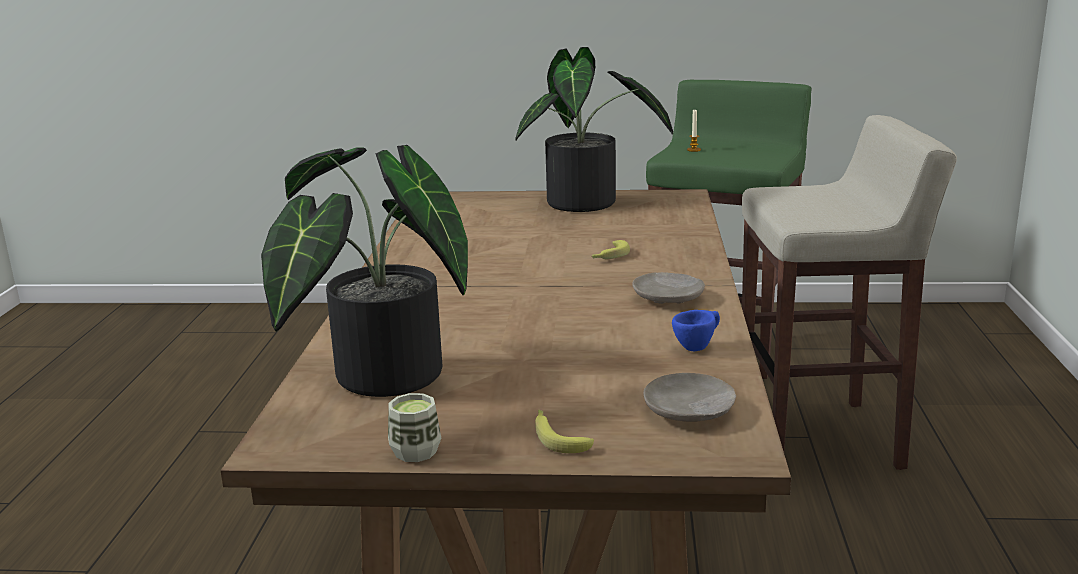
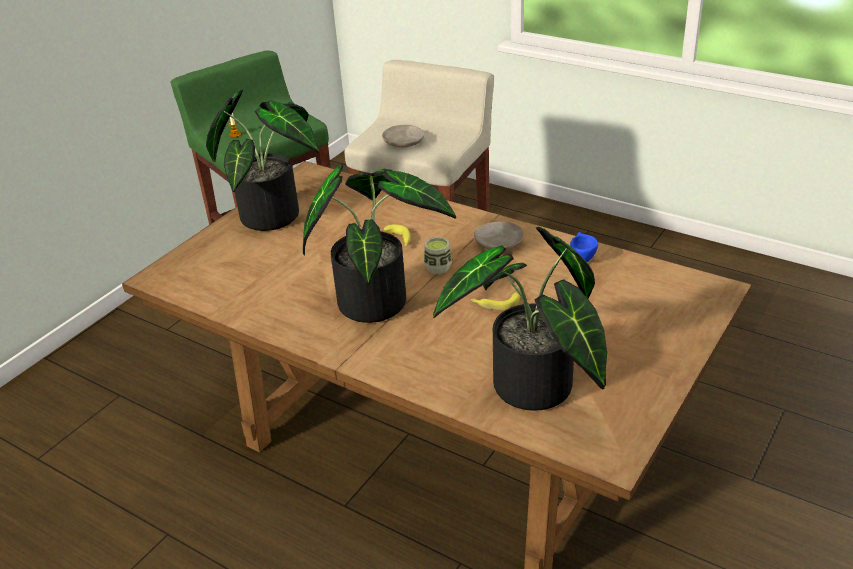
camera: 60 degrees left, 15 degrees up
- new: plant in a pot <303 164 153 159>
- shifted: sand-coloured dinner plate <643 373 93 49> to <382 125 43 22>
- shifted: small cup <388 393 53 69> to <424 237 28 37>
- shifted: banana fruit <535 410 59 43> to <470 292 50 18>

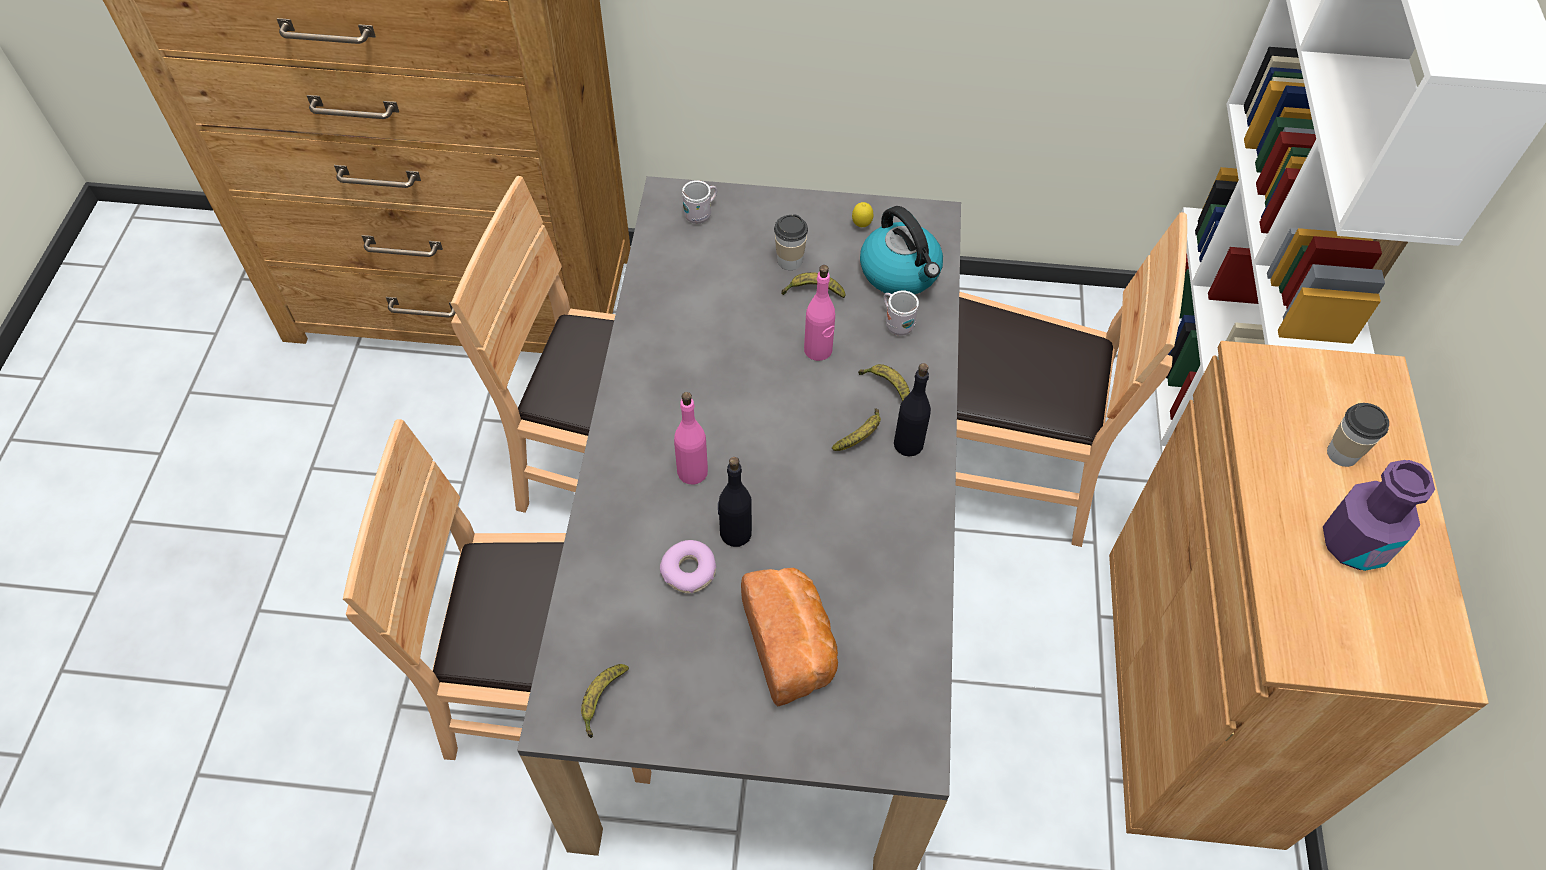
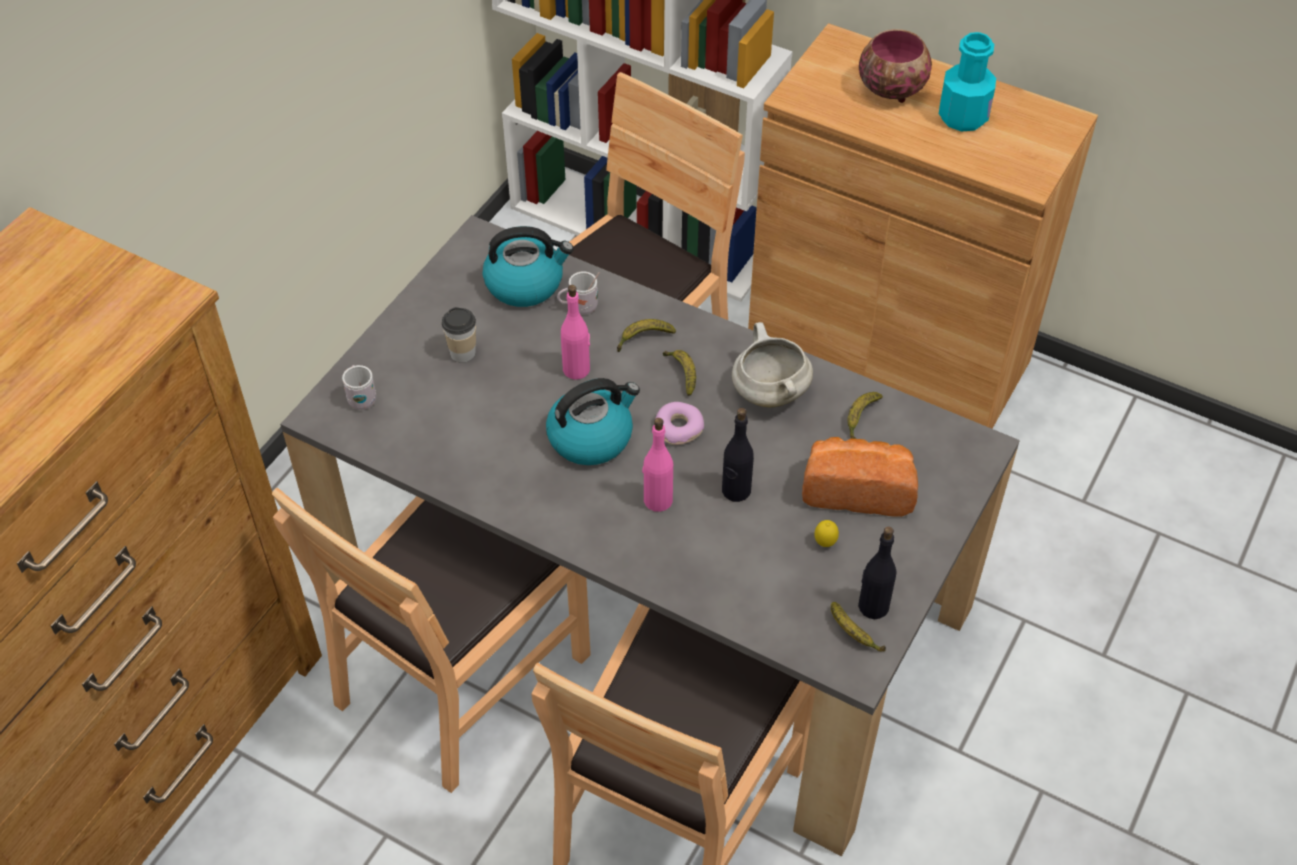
camera: 65 degrees left, 5 degrees down
- new: water kettle <546 378 94 87>
- shifted: ring doughnut <660 540 56 53> to <655 402 49 43>
- new: white-coloured saucepot <732 322 81 86>
- shifted: whole lemon <852 202 21 25> to <814 520 25 27>
- shifted: banana fruit <781 272 64 26> to <847 392 36 47>
- shifted: blackish beverage bottle <894 363 37 94> to <858 527 39 92>
- swapped: small cup <1327 403 62 64> to serving bowl <859 29 73 74>
- repainted: purple beverage bottle <1323 460 112 111> to turquoise-coloured beverage bottle <939 32 57 99>

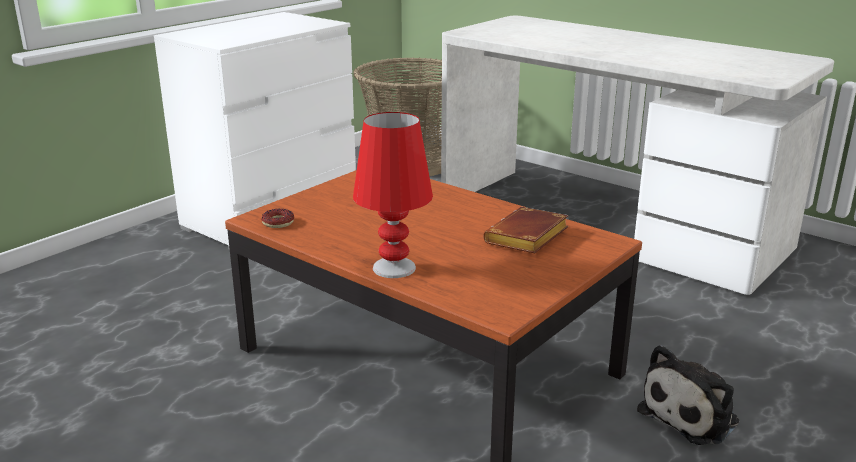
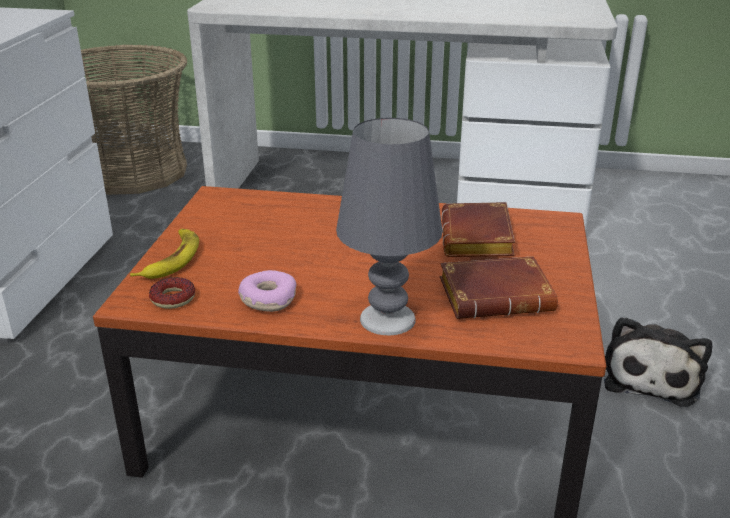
camera: 30 degrees left, 5 degrees up
- new: banana fruit <130 229 69 50>
- new: ring doughnut <238 270 58 42>
- repainted: red-coloured tabletop lamp <353 112 80 166> to grey tabletop lamp <336 118 106 217>
- new: brown volume <440 256 118 63>

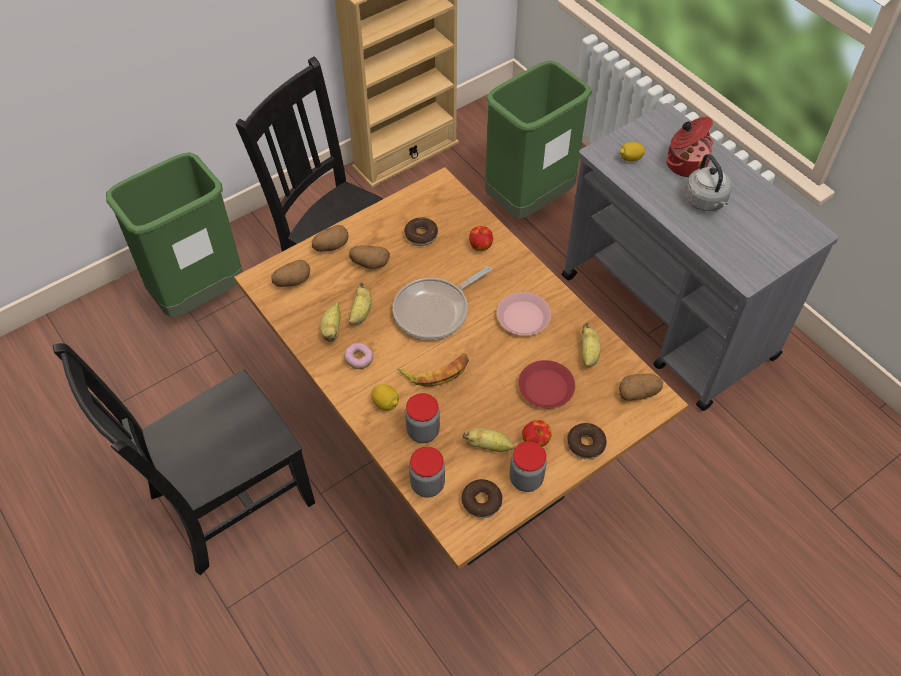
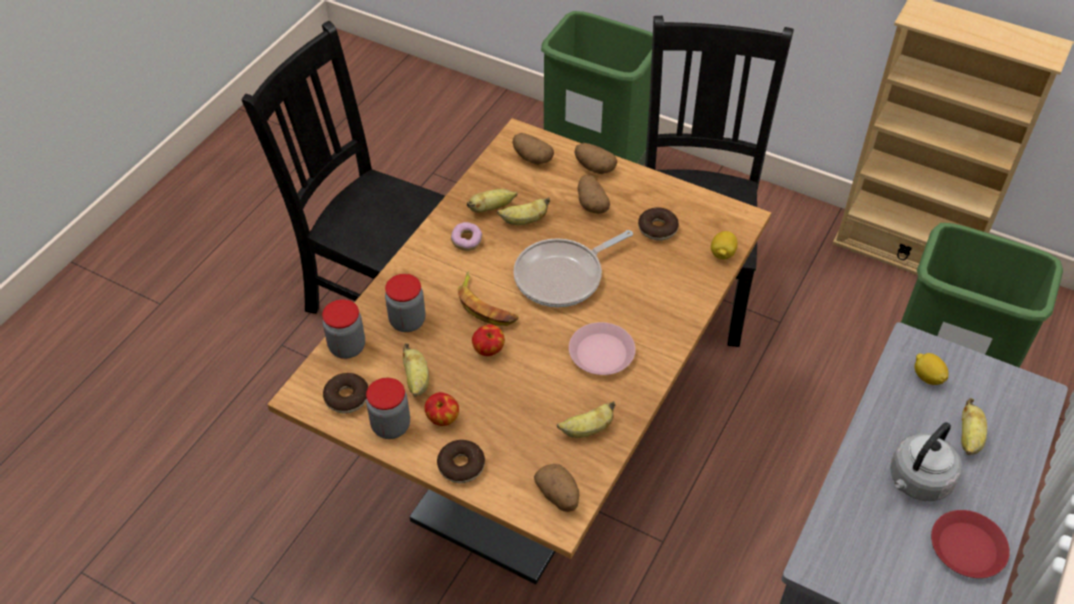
camera: 65 degrees right, 5 degrees down
- shifted: whole apple <469 226 24 25> to <472 324 33 32>
- rotated: pan <393 266 99 74> = <514 230 119 77> 60 degrees counterclockwise
- shifted: whole lemon <371 384 28 27> to <711 231 27 29>
- shifted: red-coloured dinner plate <518 360 57 48> to <931 510 79 68>
- swapped: saucepot <666 117 47 60> to banana fruit <961 398 26 57>

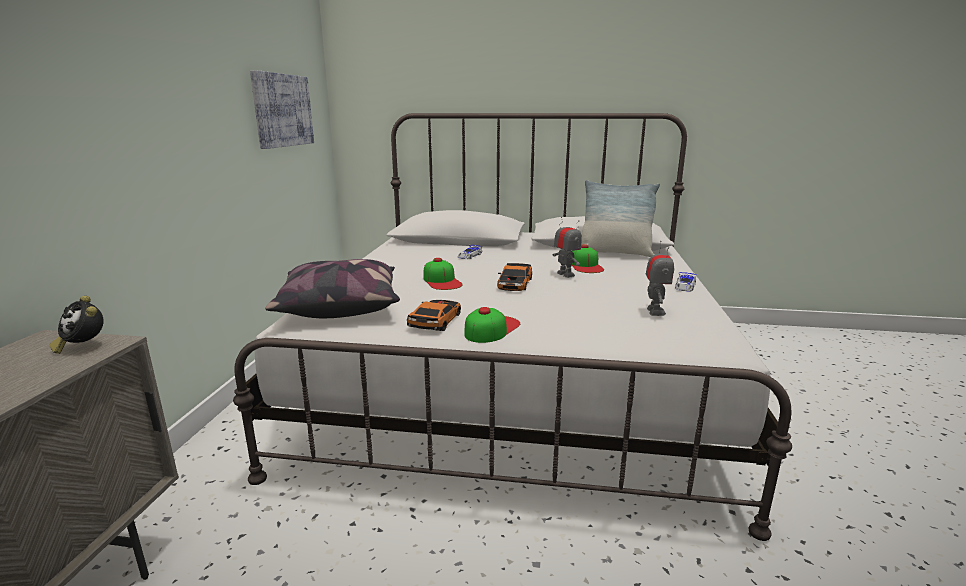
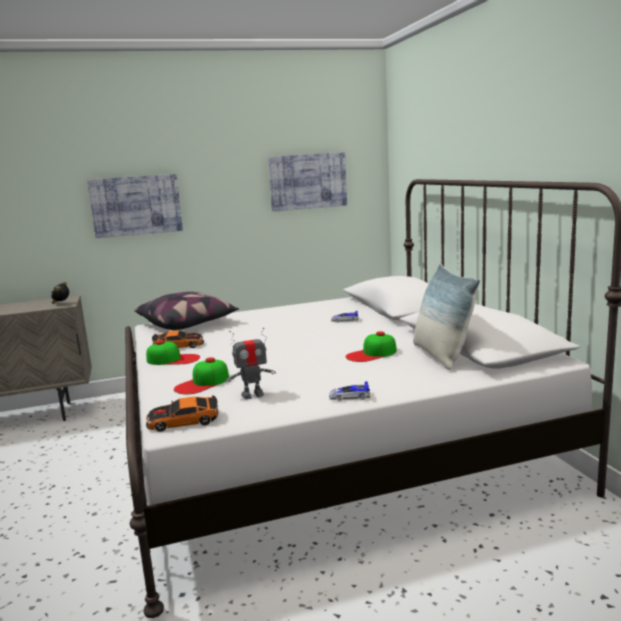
camera: 65 degrees right, 5 degrees down
- new: wall art <87 174 96 64>
- shifted: miniature car <497 263 35 28> to <146 395 72 37>
- shifted: peaked cap <423 258 40 32> to <174 357 55 37>
- gone: toy robot <553 217 29 61>

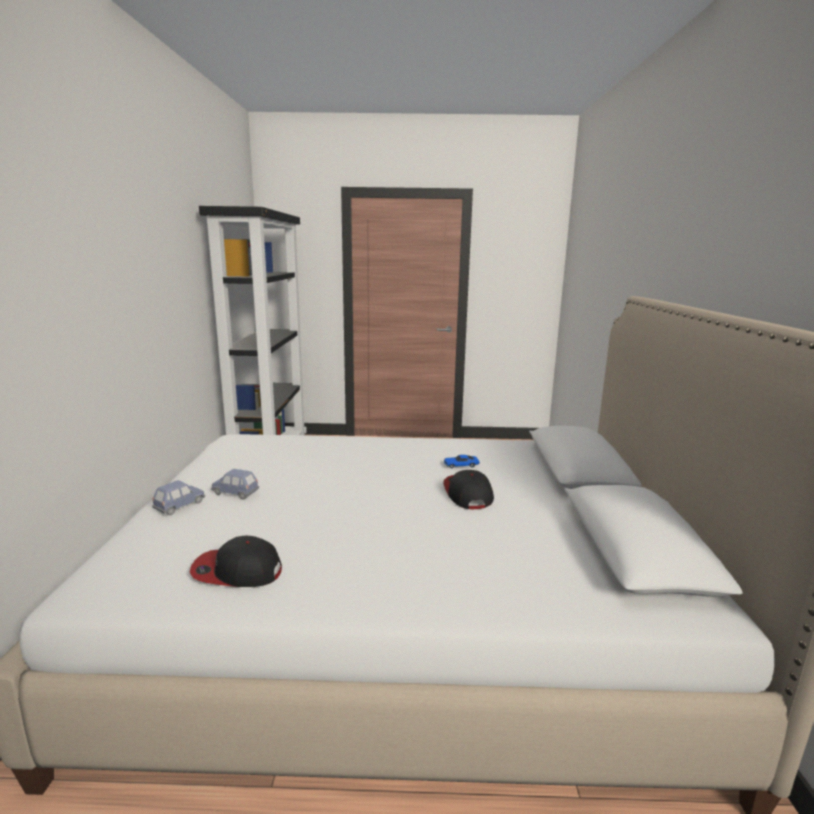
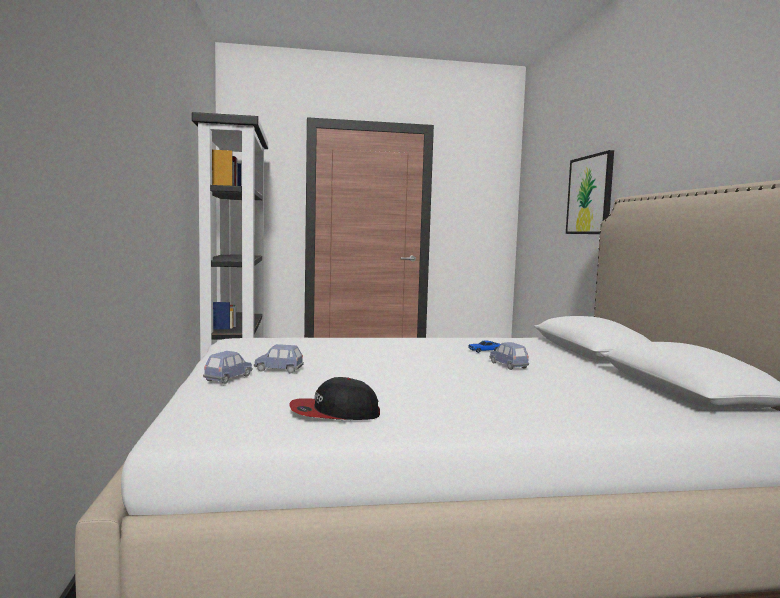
camera: 10 degrees left, 10 degrees down
- swapped: peaked cap <443 470 51 39> to bluish miniature car <489 342 40 28>
- new: wall art <566 150 48 84>

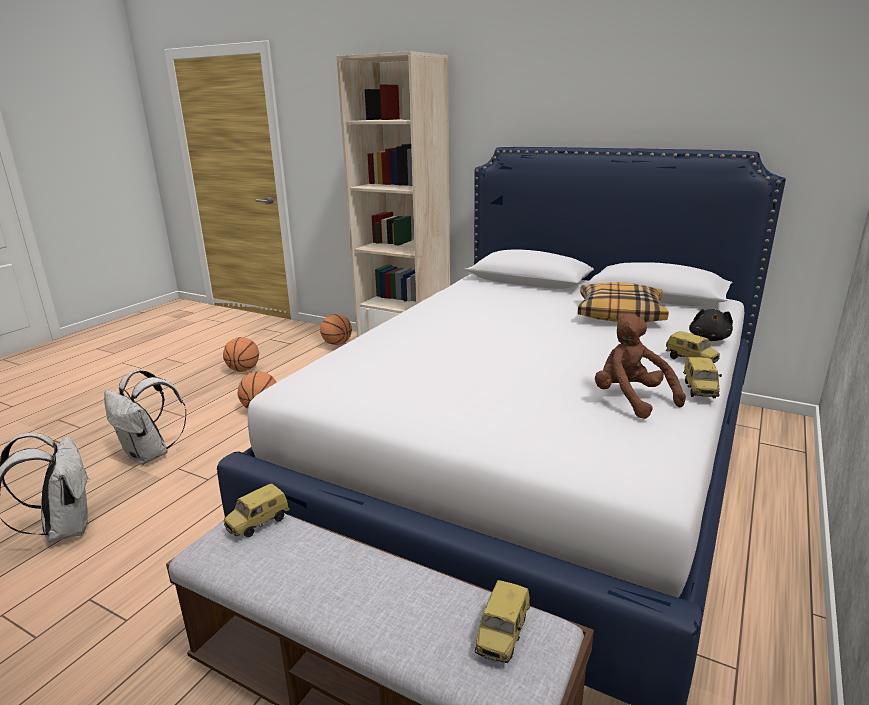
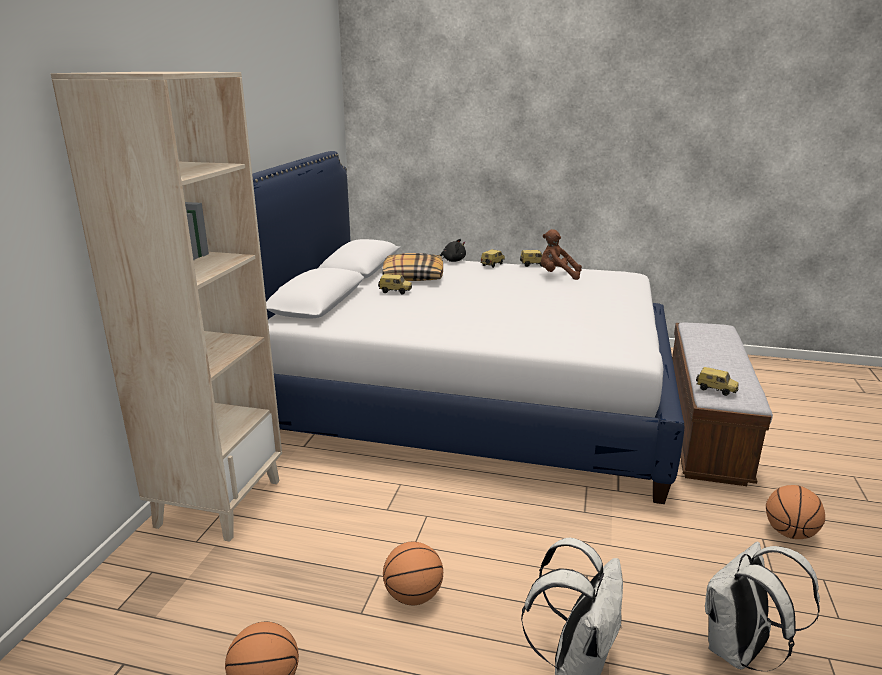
camera: 105 degrees left, 0 degrees up
- shifted: miniature car <475 580 55 83> to <378 274 34 20>
- rotated: brown cuddly toy <595 314 91 105> = <541 229 41 51> 60 degrees clockwise
- shifted: basketball ball <320 314 32 31> to <766 485 59 54>

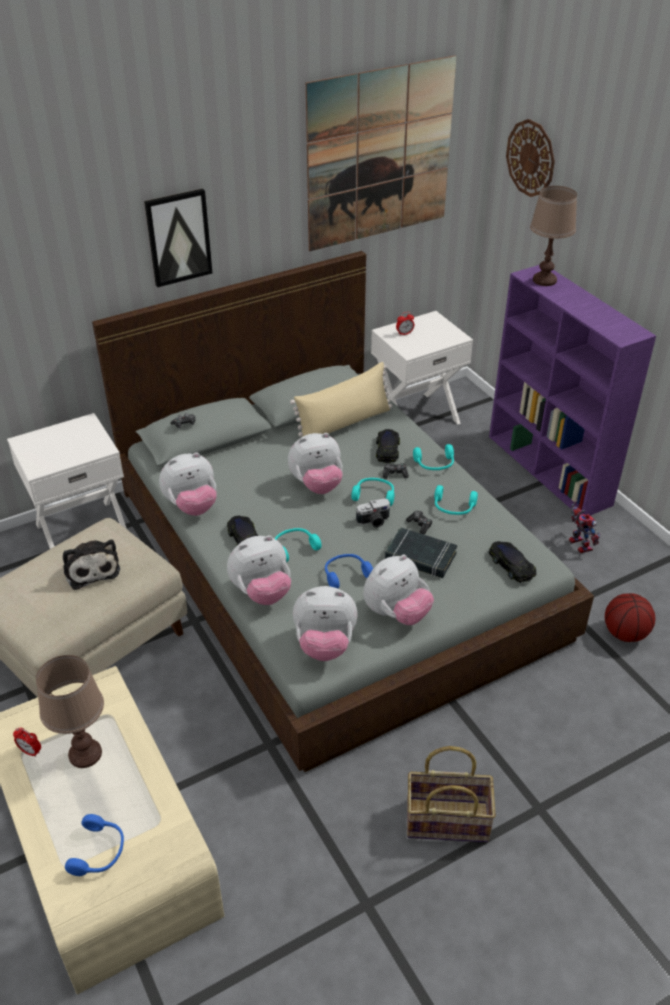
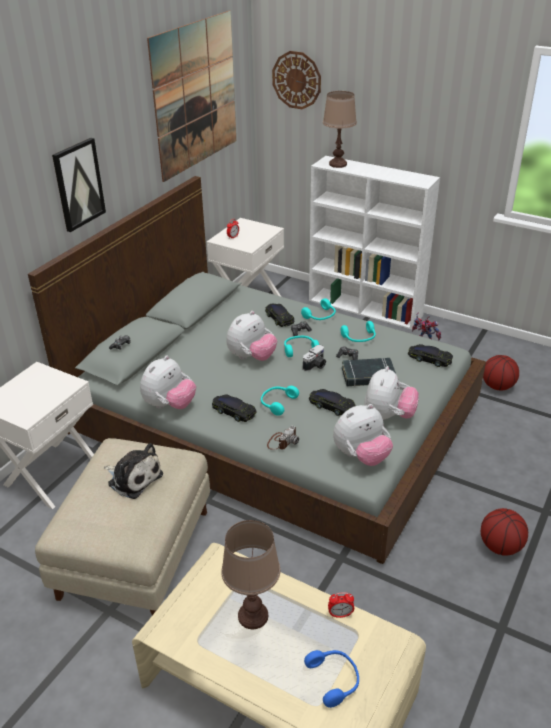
camera: 30 degrees left, 5 degrees down
- swapped: cuddly toy <227 535 64 70> to still camera <267 426 32 24>
- repainted: purple bookcase <489 265 167 251> to white-coloured bookcase <309 156 131 174>
- swapped: bluish headphones <325 554 48 35> to blackish miniature car <309 389 46 27>
- shifted: alarm clock <13 728 28 29> to <328 592 26 26>
- swapped: storage basket <407 746 89 96> to basketball ball <481 508 47 48>
- gone: sand-coloured throw pillow <290 362 102 75>

